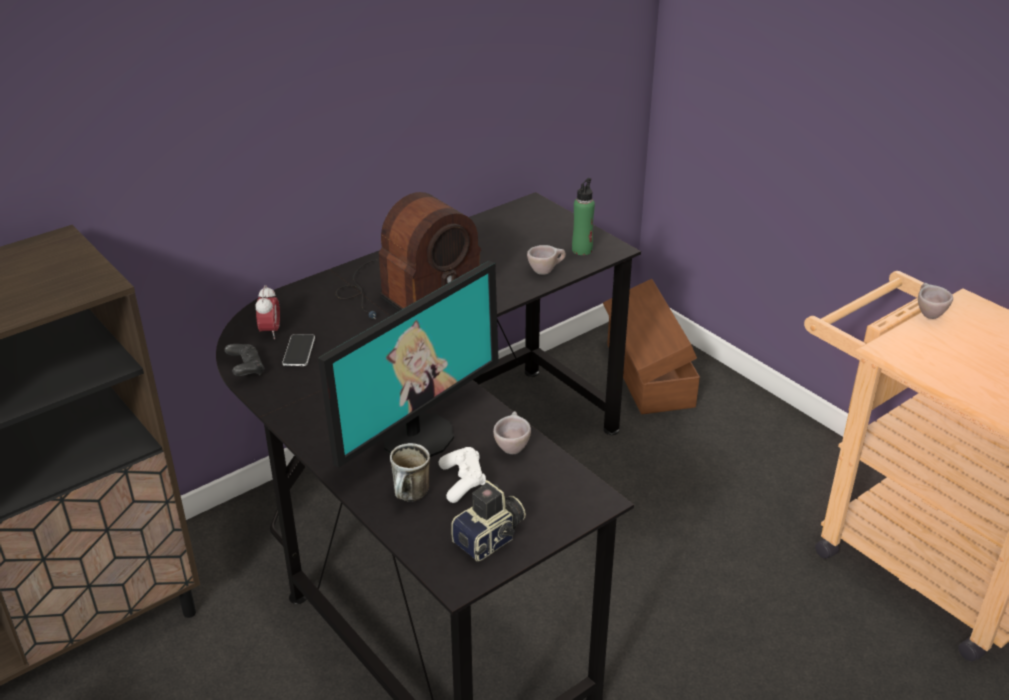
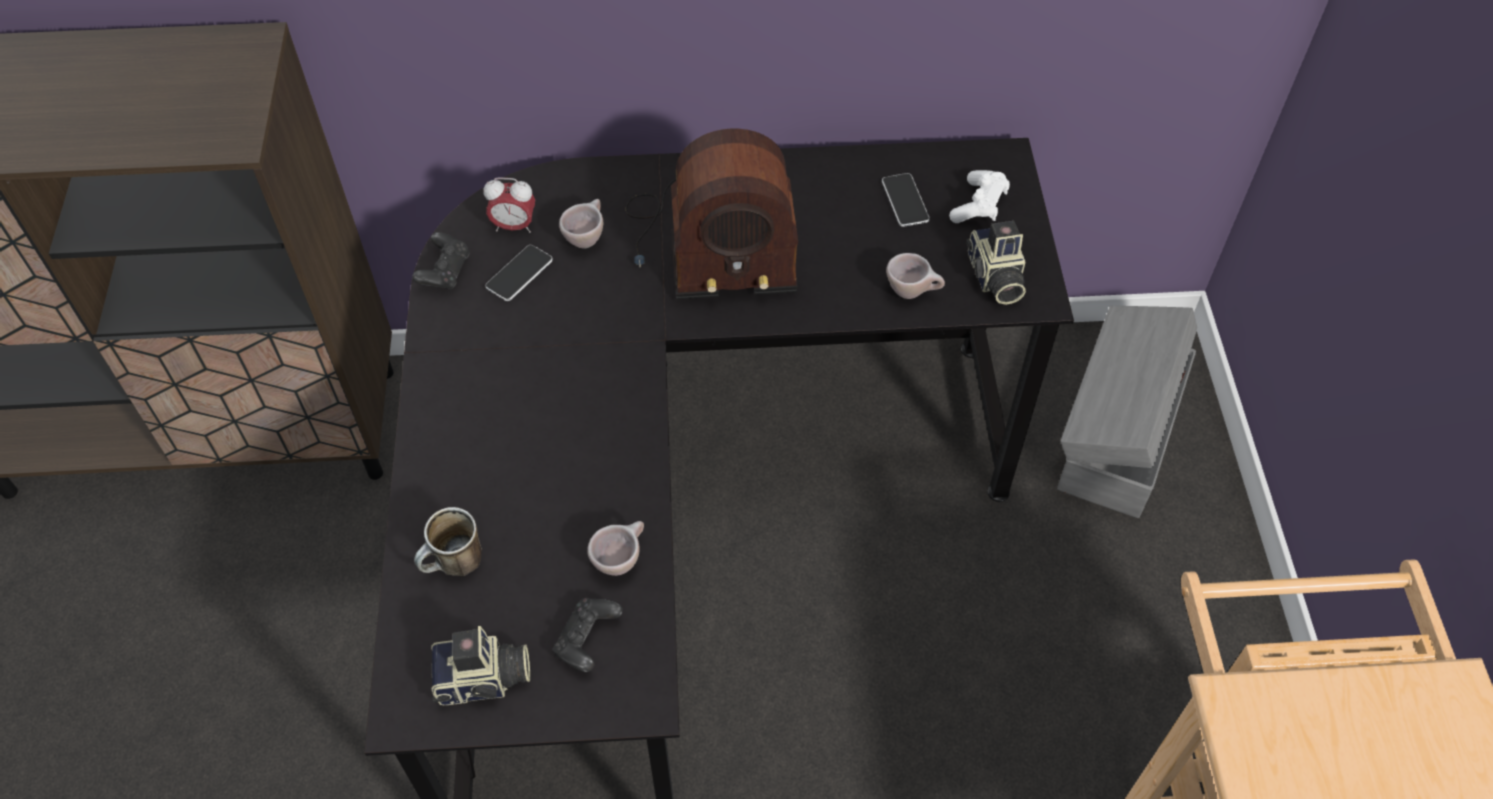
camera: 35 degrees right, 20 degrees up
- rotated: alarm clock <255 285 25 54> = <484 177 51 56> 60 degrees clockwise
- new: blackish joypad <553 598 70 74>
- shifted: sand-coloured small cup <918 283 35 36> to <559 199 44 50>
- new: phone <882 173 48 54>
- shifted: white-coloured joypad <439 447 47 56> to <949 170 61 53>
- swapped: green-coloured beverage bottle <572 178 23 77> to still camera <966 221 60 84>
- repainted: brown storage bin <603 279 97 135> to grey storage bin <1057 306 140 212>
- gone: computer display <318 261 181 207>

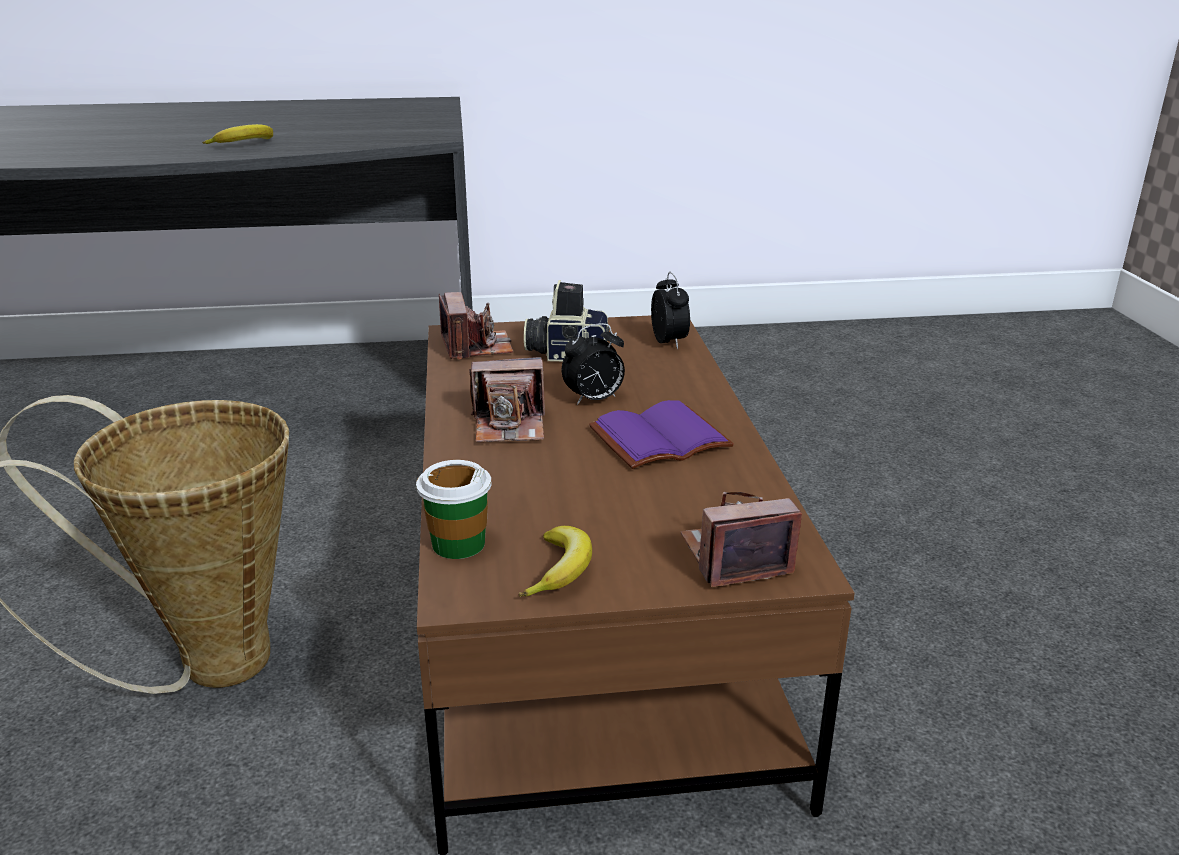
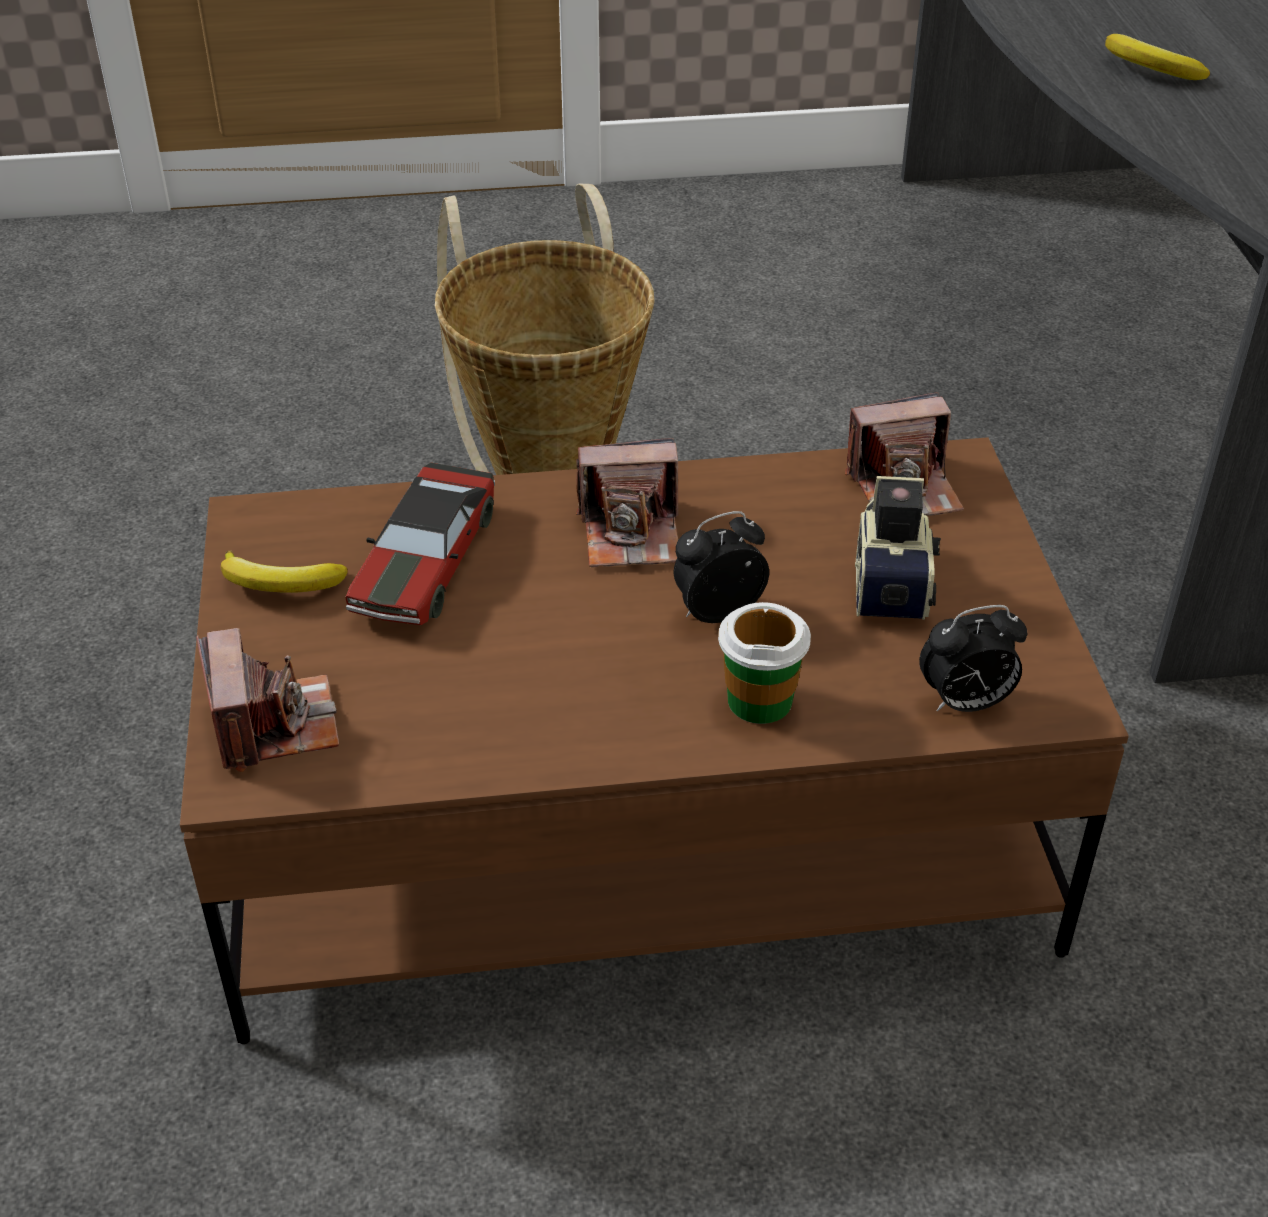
camera: 90 degrees right, 15 degrees up
- new: miniature car <345 462 150 163>
- rotated: still camera <469 357 76 85> = <576 438 102 129> 90 degrees counterclockwise
- rotated: alarm clock <562 323 63 82> = <674 511 95 112> 90 degrees clockwise
- shifted: small cup <416 460 75 99> to <718 602 93 122>
- gone: purple volume <589 400 145 69>

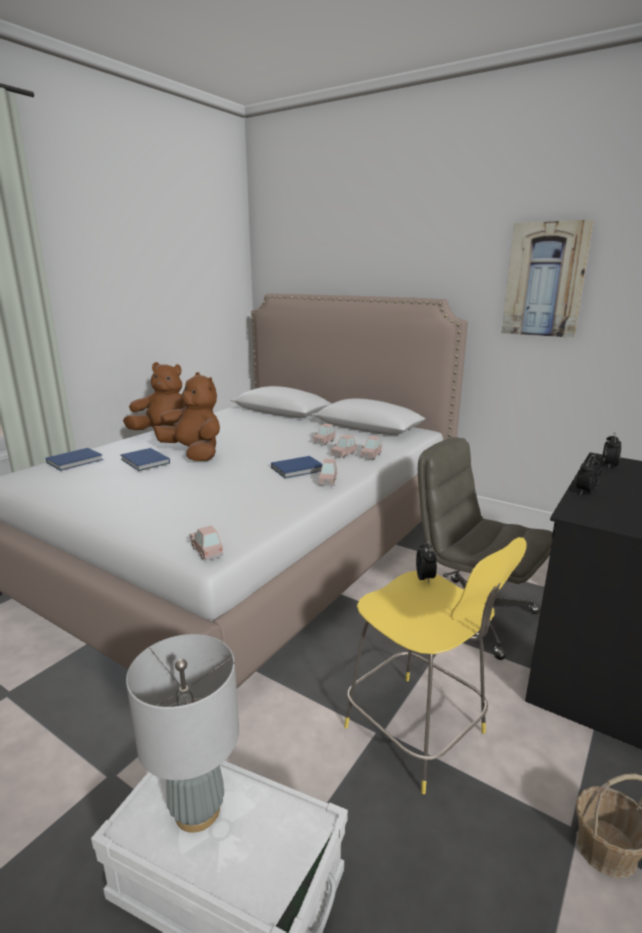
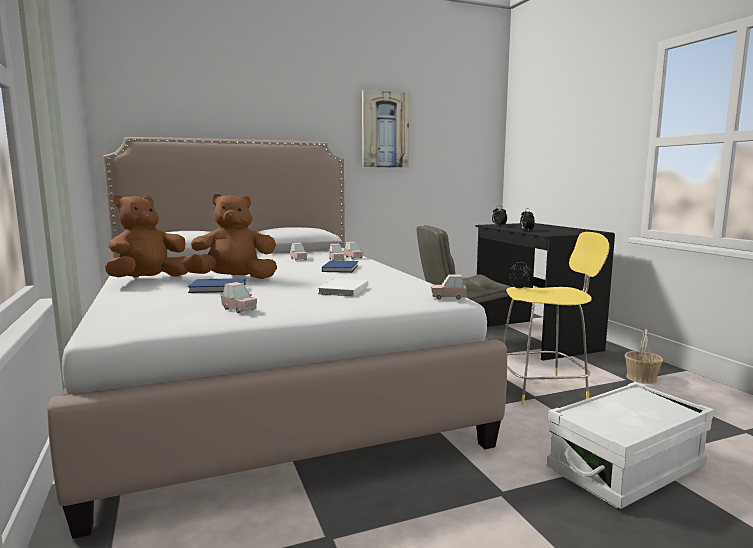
camera: 55 degrees left, 10 degrees down
- shifted: pinkish miniature car <318 459 19 27> to <221 282 36 31>
- new: white-coloured volume <318 279 50 17>
- gone: bluish volume <46 448 57 23>
- gone: grey tabletop lamp <126 634 113 199>

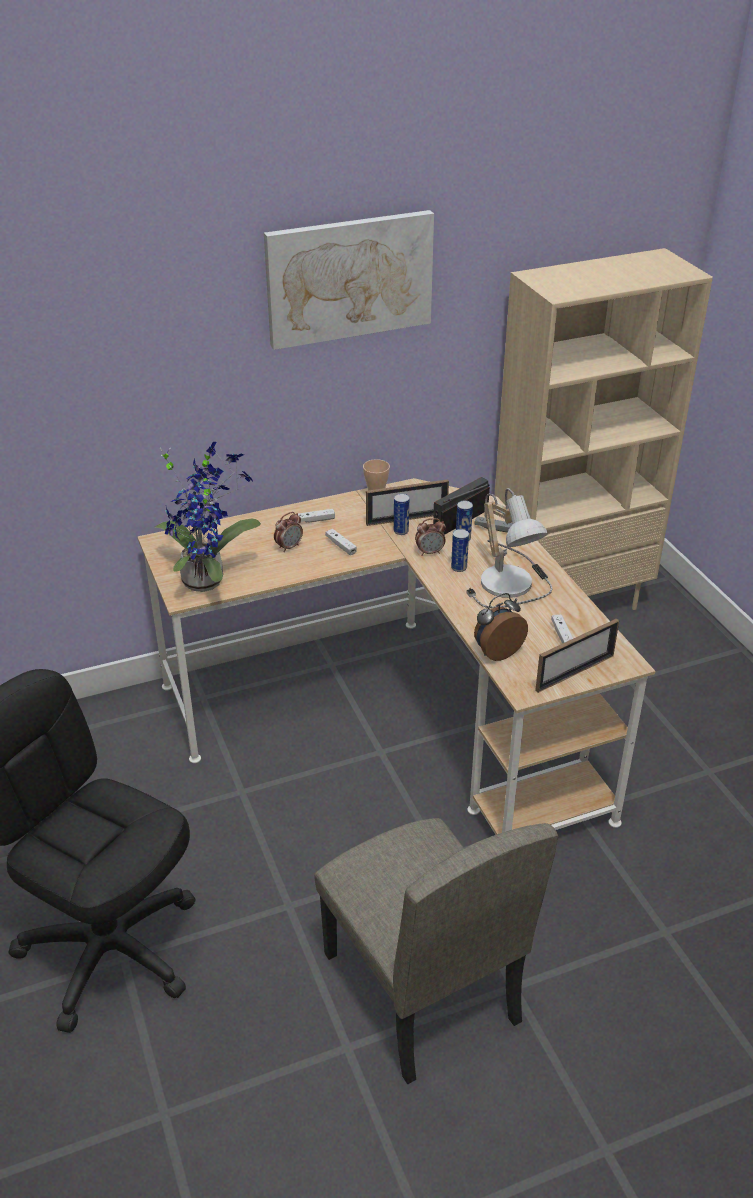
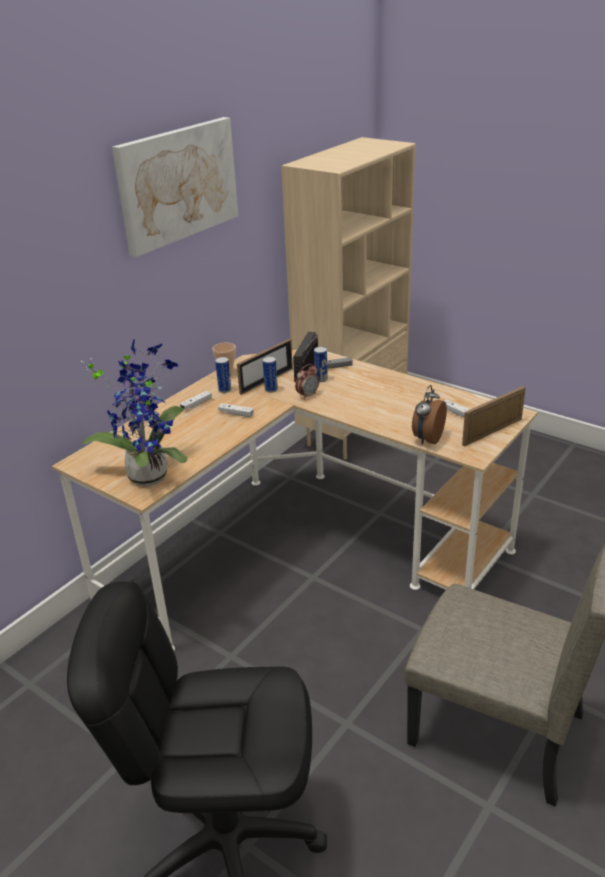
camera: 30 degrees left, 5 degrees down
- shifted: sealed can <451 529 18 43> to <215 357 16 36>
- rotated: picture frame <535 618 84 75> = <462 386 64 61> 150 degrees counterclockwise
- gone: alarm clock <274 512 29 40>
- gone: tabletop lamp <466 488 87 120>

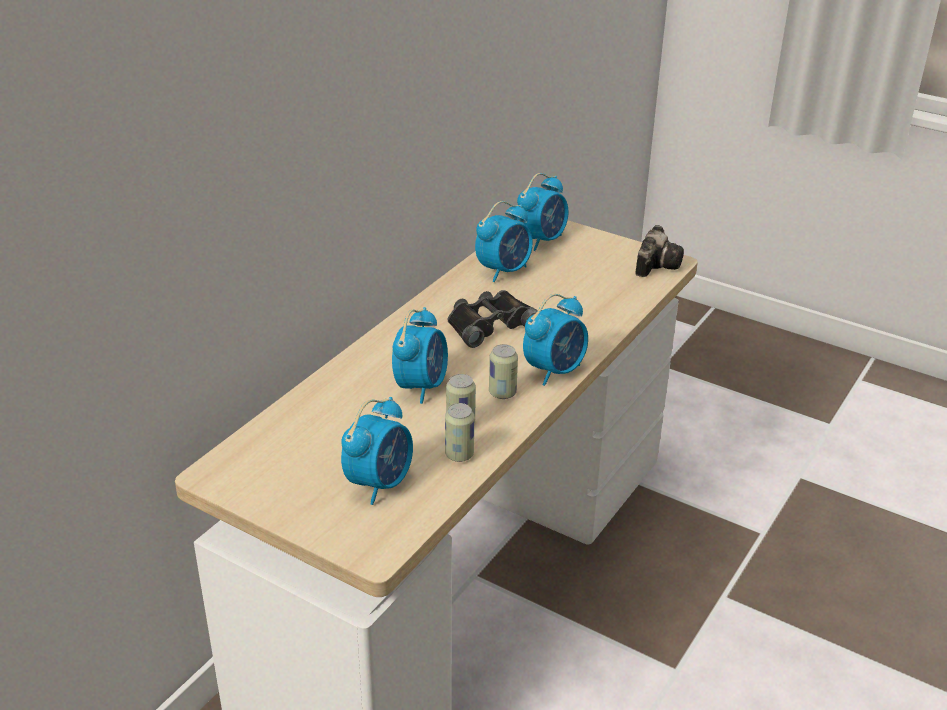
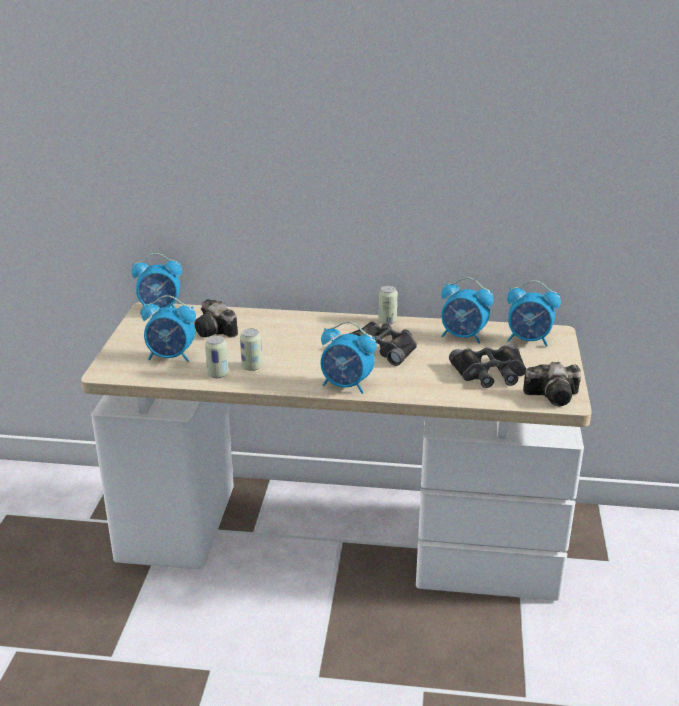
camera: 65 degrees right, 5 degrees down
- shifted: alarm clock <392 307 56 97> to <131 253 51 61>
- new: still camera <194 299 44 38>
- shifted: sealed can <489 344 29 55> to <378 286 20 39>
- new: blackish field glasses <449 344 78 44>

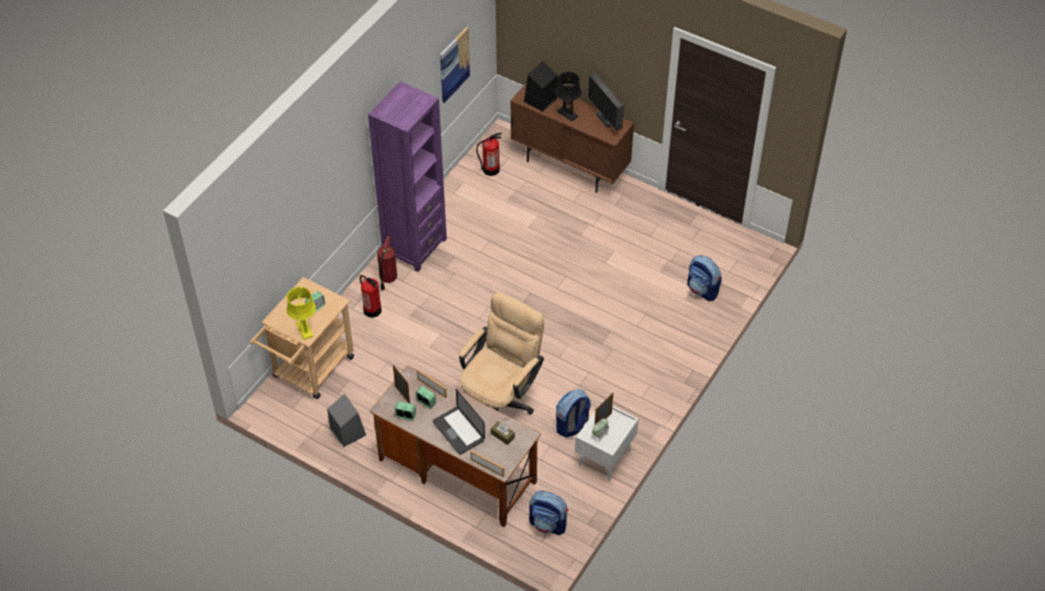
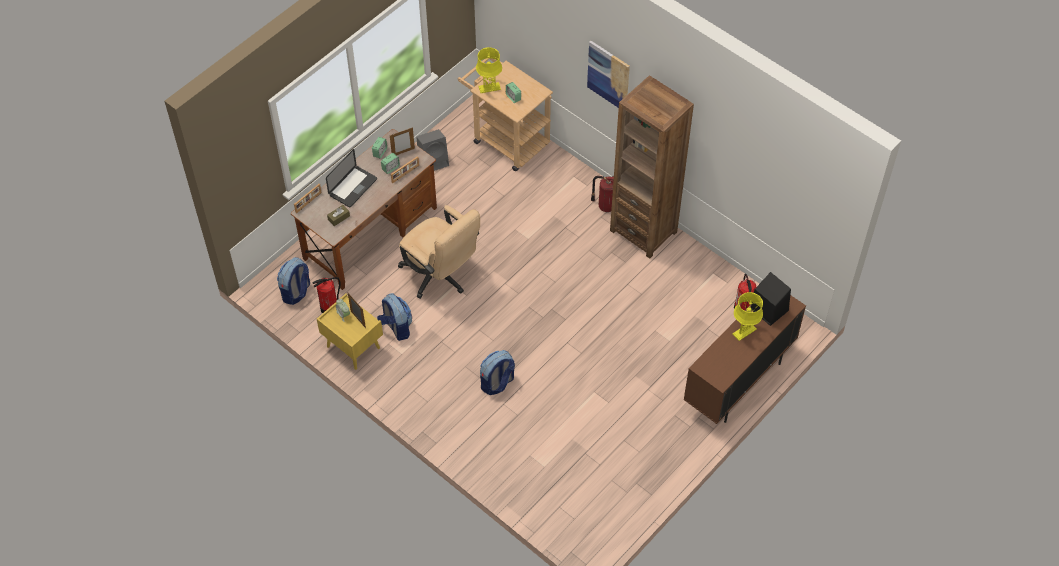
camera: 100 degrees right, 5 degrees up
- shifted: fire-fighting cylinder <360 275 22 43> to <313 277 28 36>
- repainted: white-coloured night table <574 400 65 81> to yellowish night table <317 294 66 76>
- rotated: portable computer <433 389 52 66> = <326 149 51 58> 150 degrees clockwise
- shifted: rucksack <687 255 35 46> to <480 350 35 45>
- shifted: wall art <440 27 31 76> to <587 41 43 67>
- repainted: purple bookcase <368 81 79 191> to brown bookcase <610 75 84 184>
- repainted: blackish tabletop lamp <555 72 26 49> to yellowish tabletop lamp <732 292 31 49>
- gone: computer display <588 72 36 59>

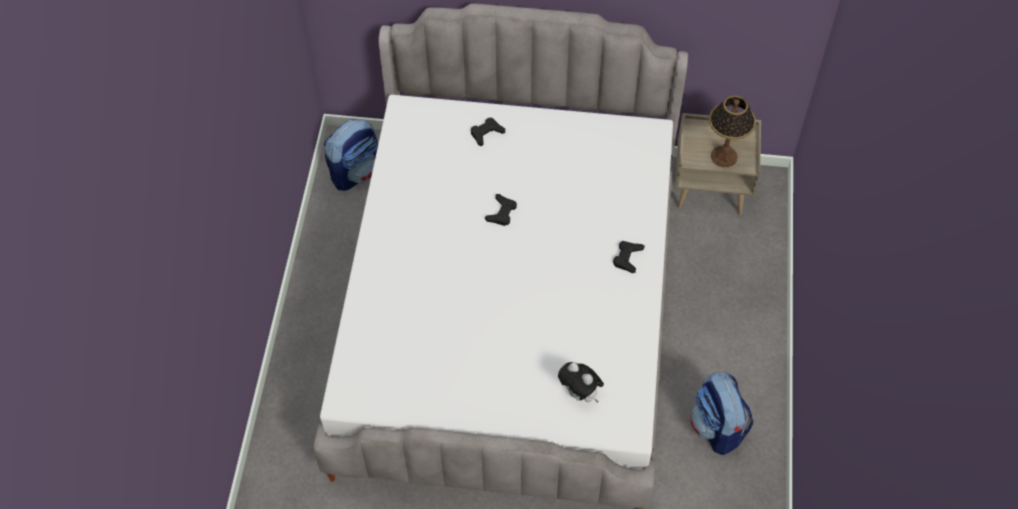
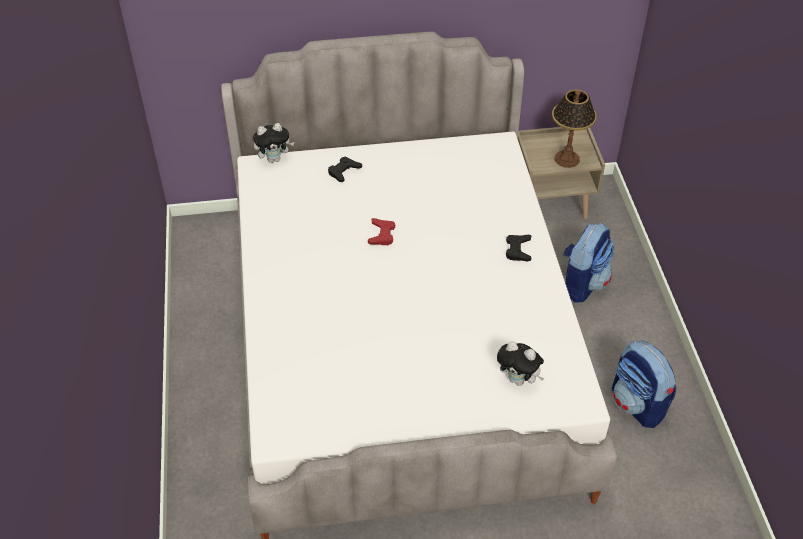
camera: 15 degrees left, 10 degrees down
- new: cuddly toy <253 123 41 40>
- repainted: blackish joypad <485 194 32 32> to red-coloured joypad <368 218 27 27>
- shifted: rucksack <324 119 54 72> to <563 223 51 80>

